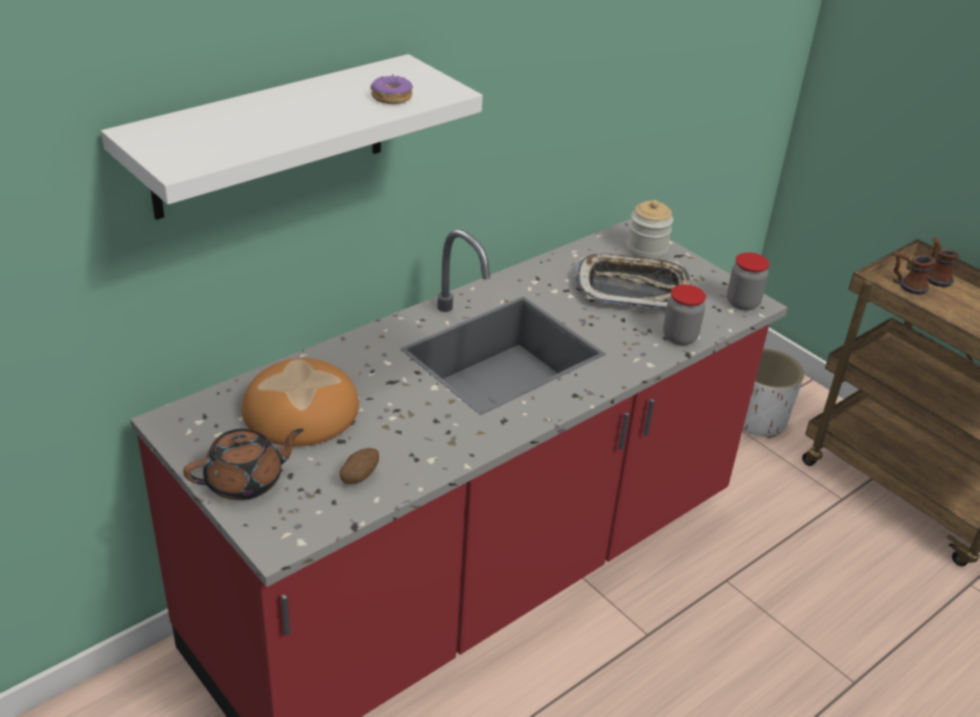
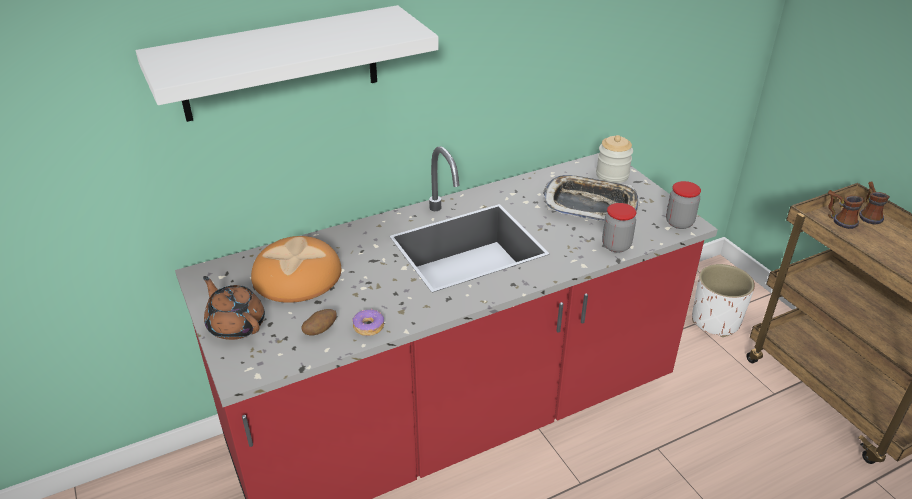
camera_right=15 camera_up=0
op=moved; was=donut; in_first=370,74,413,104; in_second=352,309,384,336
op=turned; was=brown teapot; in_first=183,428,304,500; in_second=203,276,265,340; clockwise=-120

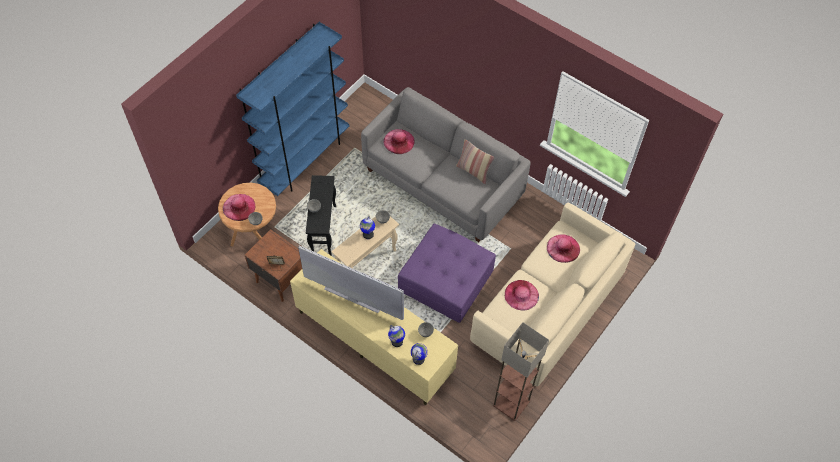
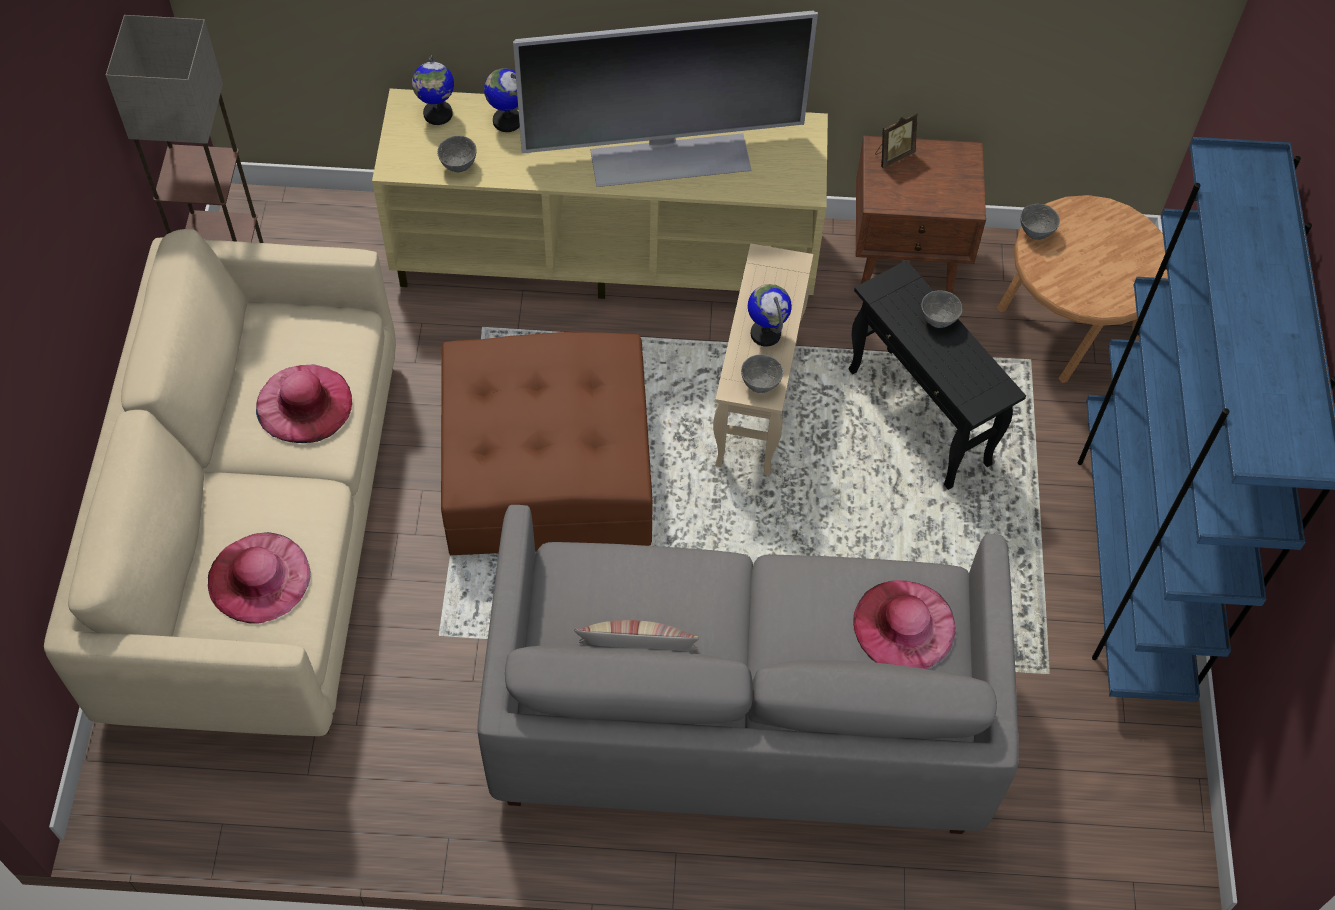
camera_right=145 camera_up=0
op=removed; was=pink hat; in_first=223,194,255,221
op=recoloured; was=purple ottoman; now=brown ottoman; in_first=398,223,496,323; in_second=441,332,653,555

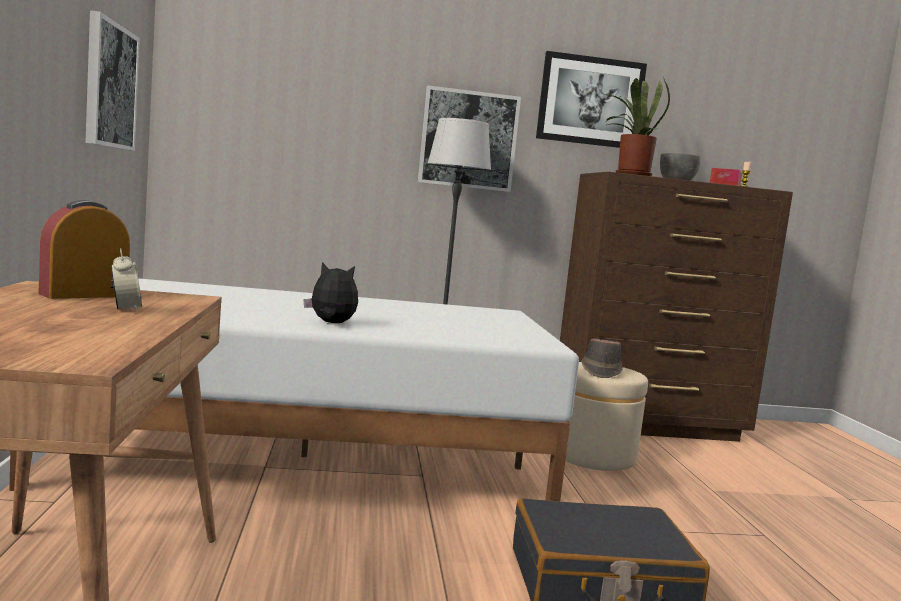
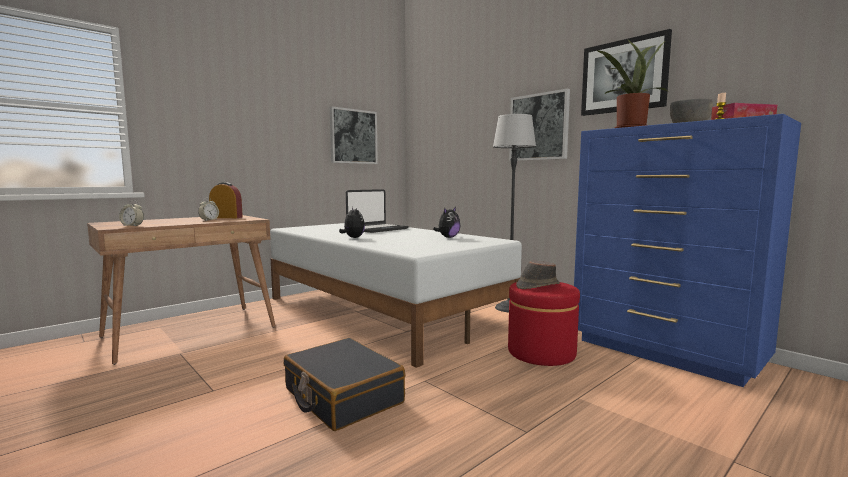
camera_right=55 camera_up=0
op=added; now=alarm clock; in_second=119,200,144,227
op=added; now=laptop; in_second=346,189,409,233
op=added; now=plush toy; in_second=433,207,460,238
op=recoloured; was=brown dresser; now=blue dresser; in_first=560,172,793,442; in_second=574,114,801,387
op=recoloured; was=beige ottoman; now=red ottoman; in_first=566,362,648,471; in_second=508,282,580,366

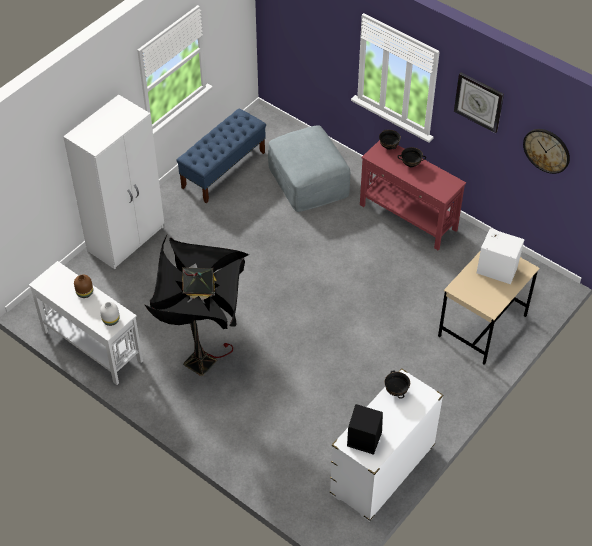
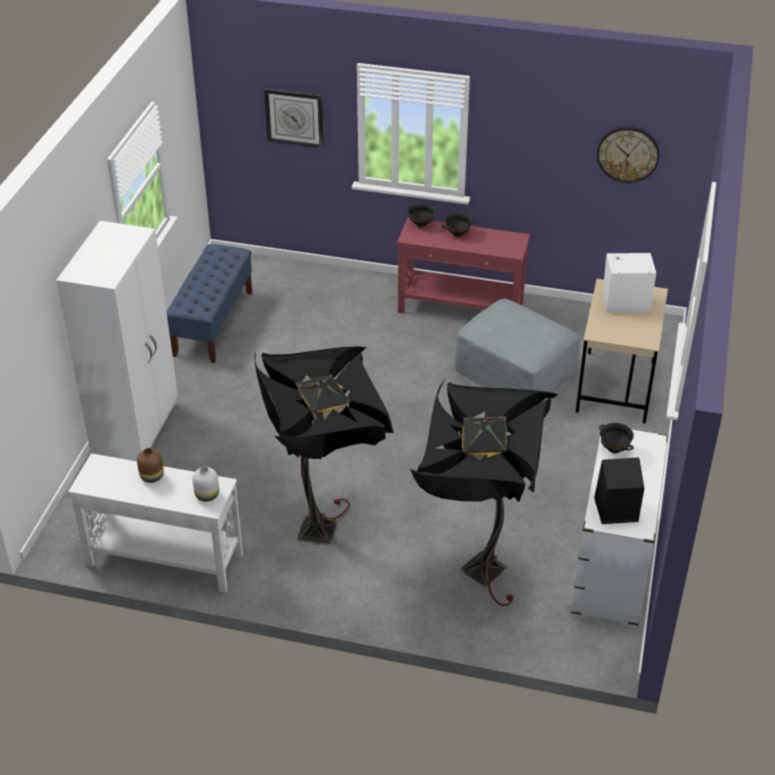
camera_right=-25 camera_up=-10
op=added; now=black floor lamp; in_second=410,380,559,606
op=moved; was=grey ottoman; in_first=268,125,350,212; in_second=455,298,580,402
op=moved; was=wall clock; in_first=454,72,504,133; in_second=264,88,324,149

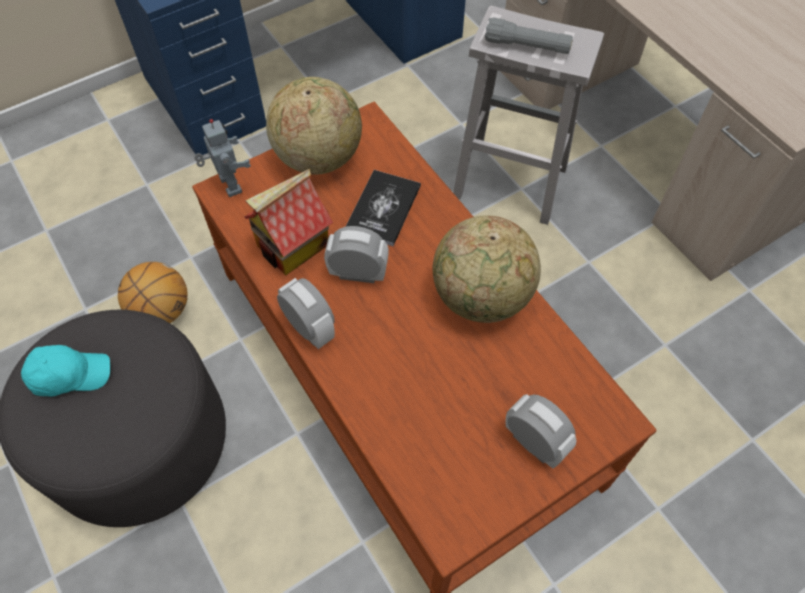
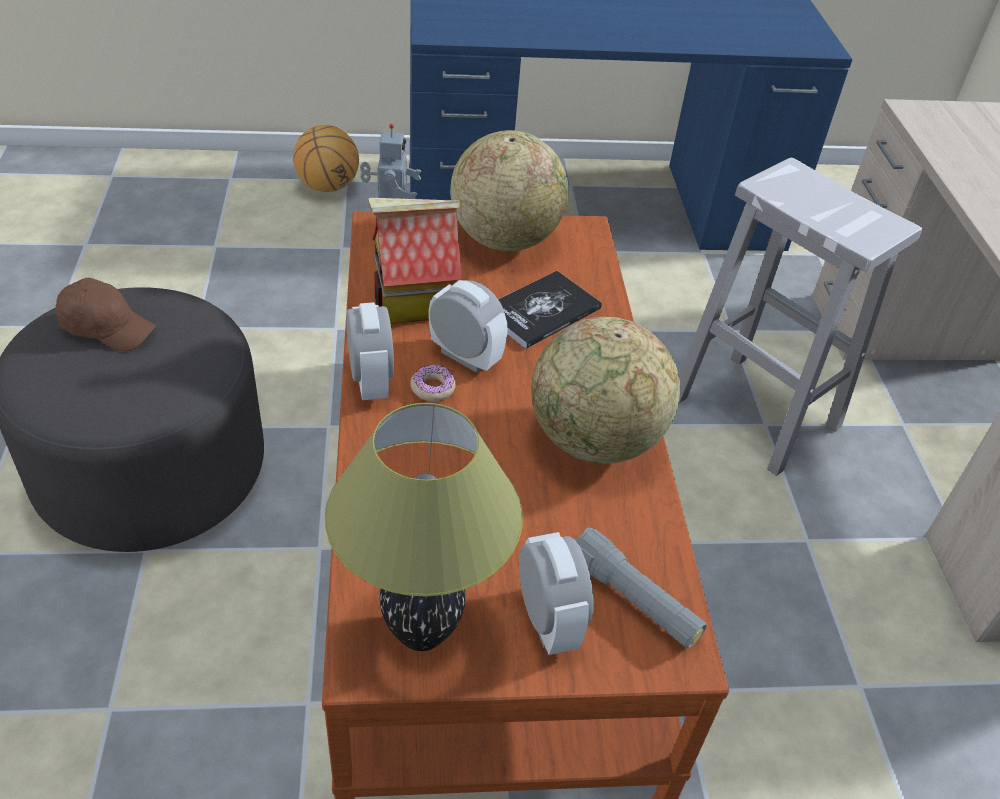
camera_right=25 camera_up=-15
op=added; now=table lamp; in_second=325,403,523,651
op=added; now=donut; in_second=410,364,456,401
op=moved; was=basketball; in_first=118,262,188,323; in_second=293,125,359,192
op=moved; was=grey flashlight; in_first=485,17,573,54; in_second=575,528,707,648
op=recoloured; was=turquoise cap; now=brown cap; in_first=21,345,110,397; in_second=55,278,156,351

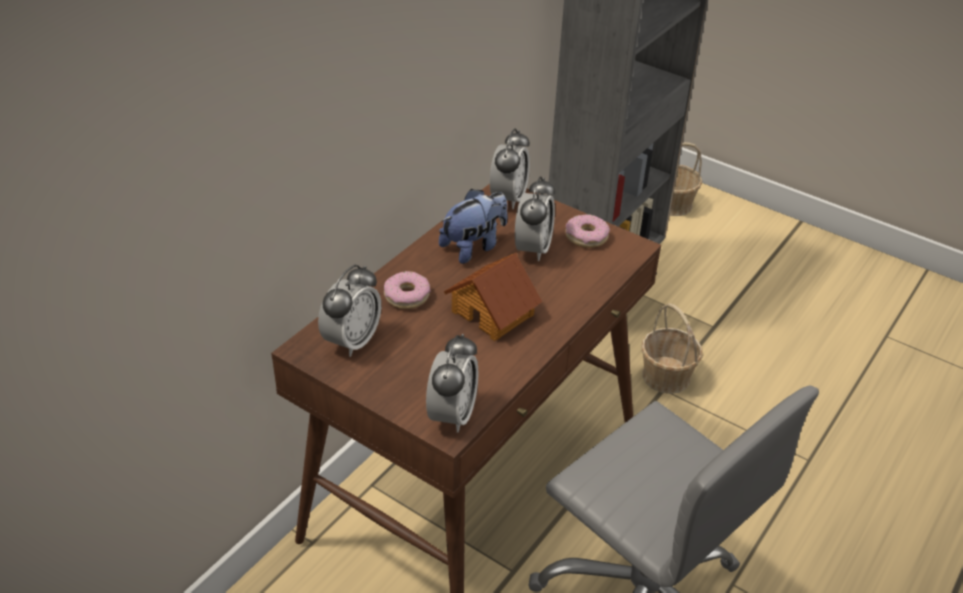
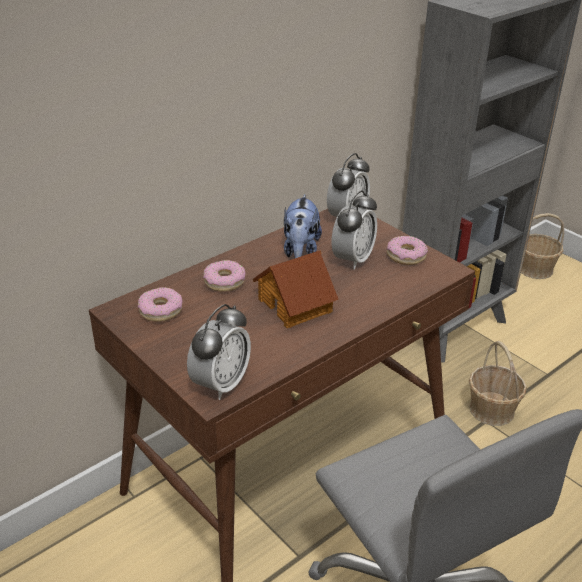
camera_right=15 camera_up=-5
op=replaced; was=alarm clock; now=donut; in_first=318,265,381,357; in_second=138,287,182,322
op=turned; was=plush toy; in_first=439,189,507,264; in_second=284,194,322,258; clockwise=120

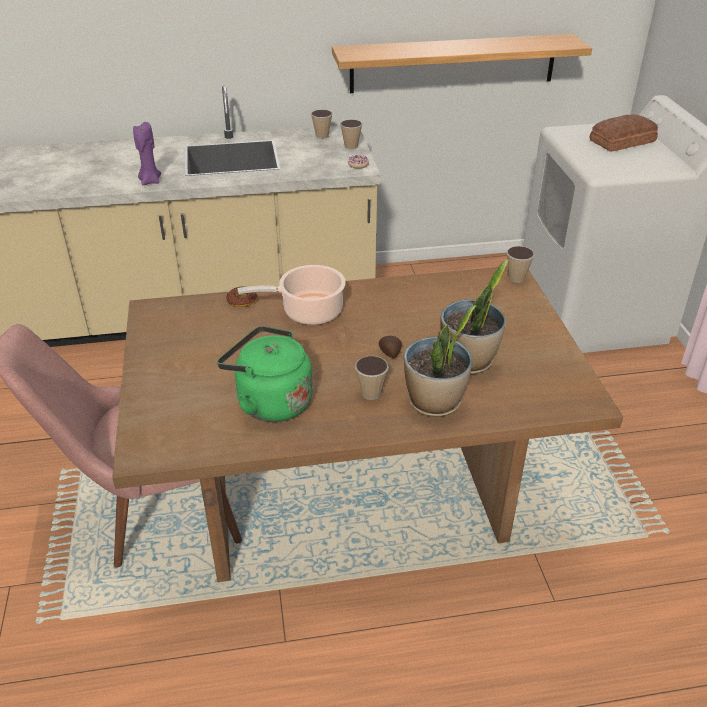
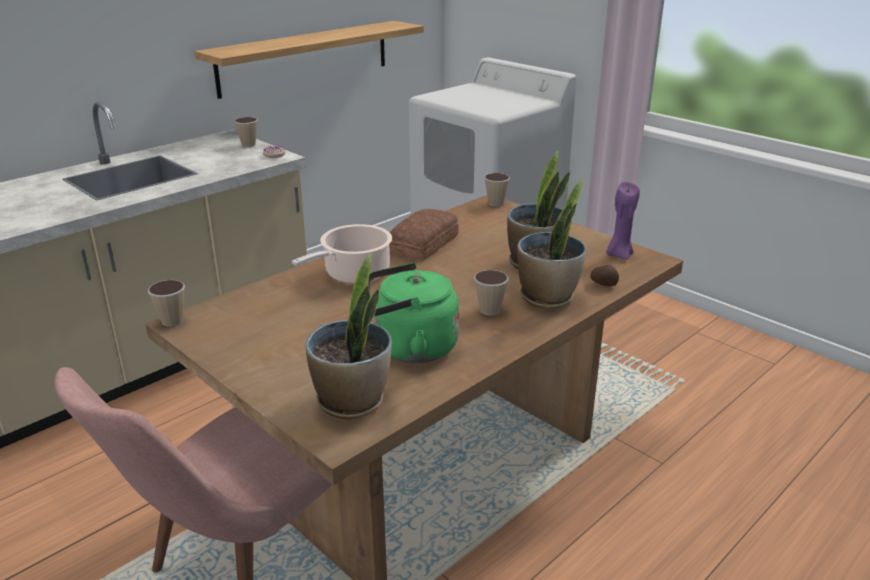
camera_right=-35 camera_up=-10
op=removed; was=donut; in_first=226,286,257,307
op=added; now=potted plant; in_second=306,253,392,419
op=moved; was=purple candle; in_first=133,122,161,185; in_second=606,182,640,260
op=moved; was=cup; in_first=311,110,332,139; in_second=148,280,185,327
op=moved; was=potato; in_first=379,336,402,358; in_second=590,265,619,286
op=moved; was=bread; in_first=589,115,658,152; in_second=389,209,459,261

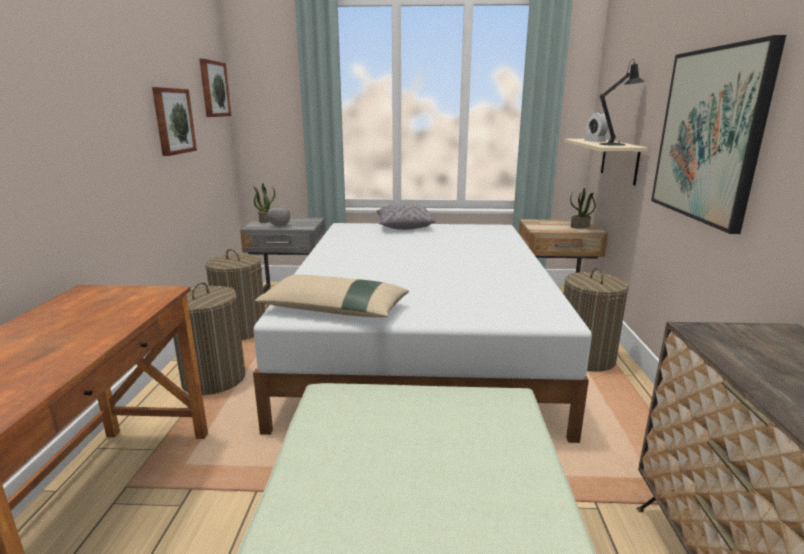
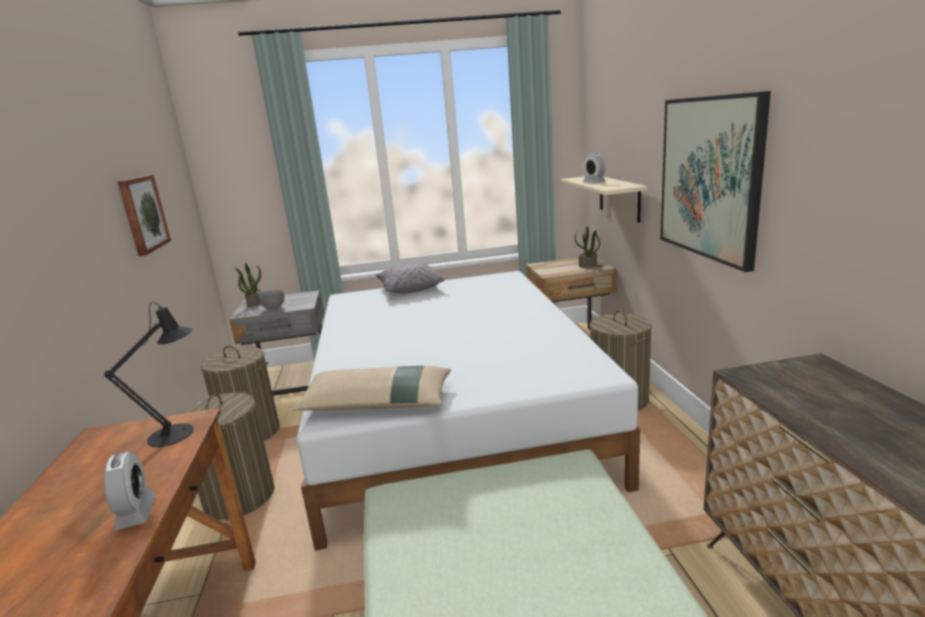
camera_right=-10 camera_up=0
op=removed; was=picture; in_first=199,59,231,117
op=added; now=alarm clock; in_second=104,451,156,531
op=moved; was=black table lamp; in_first=600,59,645,146; in_second=104,302,194,447

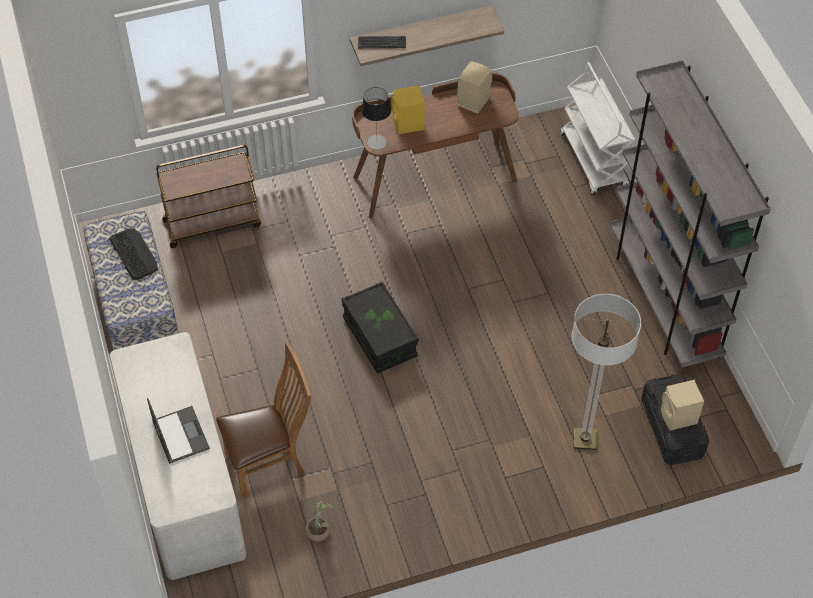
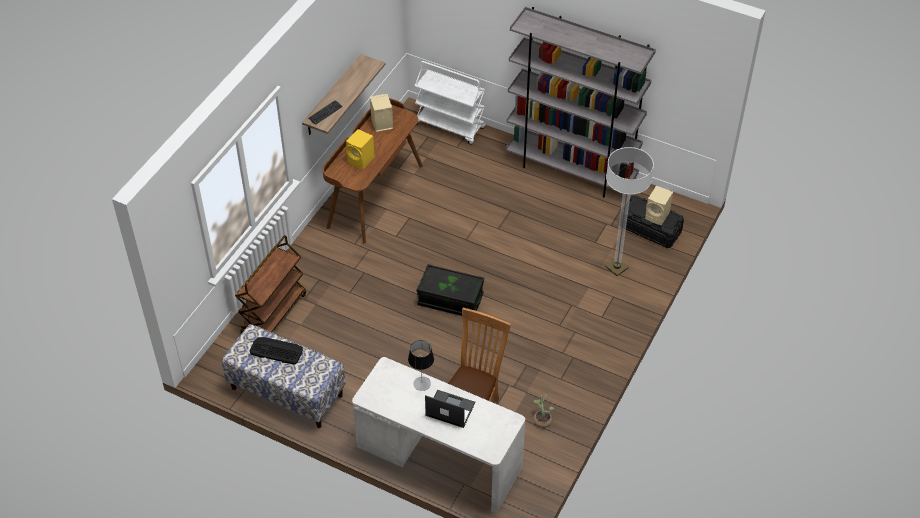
camera_right=-45 camera_up=-5
op=moved; was=table lamp; in_first=361,87,391,150; in_second=408,340,434,391

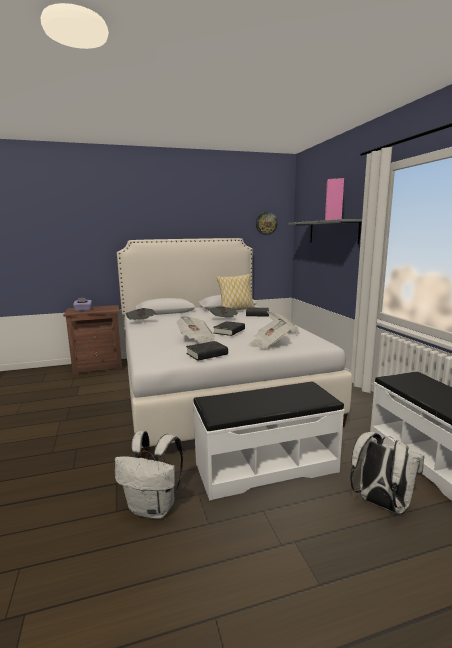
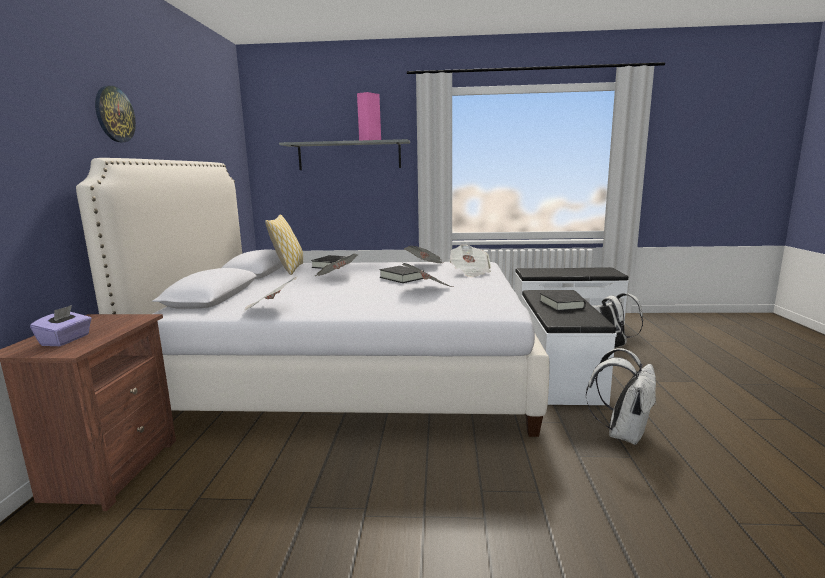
camera_right=-70 camera_up=0
op=moved; was=black book; in_first=186,341,228,361; in_second=540,291,586,311
op=moved; was=wall clock; in_first=256,212,278,235; in_second=95,86,136,142

